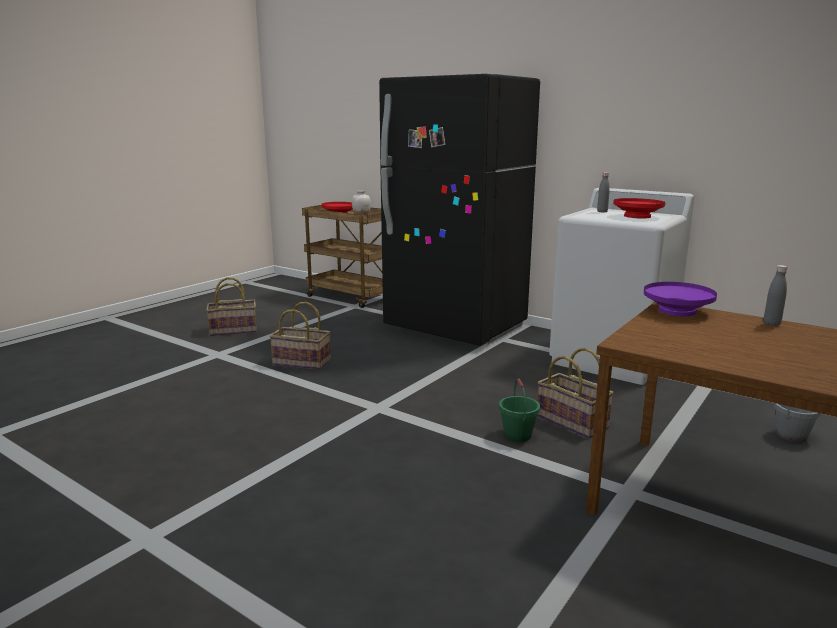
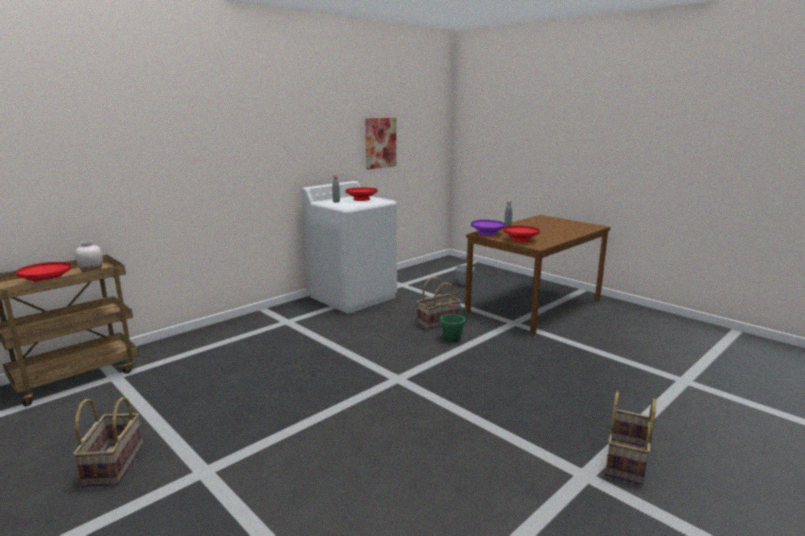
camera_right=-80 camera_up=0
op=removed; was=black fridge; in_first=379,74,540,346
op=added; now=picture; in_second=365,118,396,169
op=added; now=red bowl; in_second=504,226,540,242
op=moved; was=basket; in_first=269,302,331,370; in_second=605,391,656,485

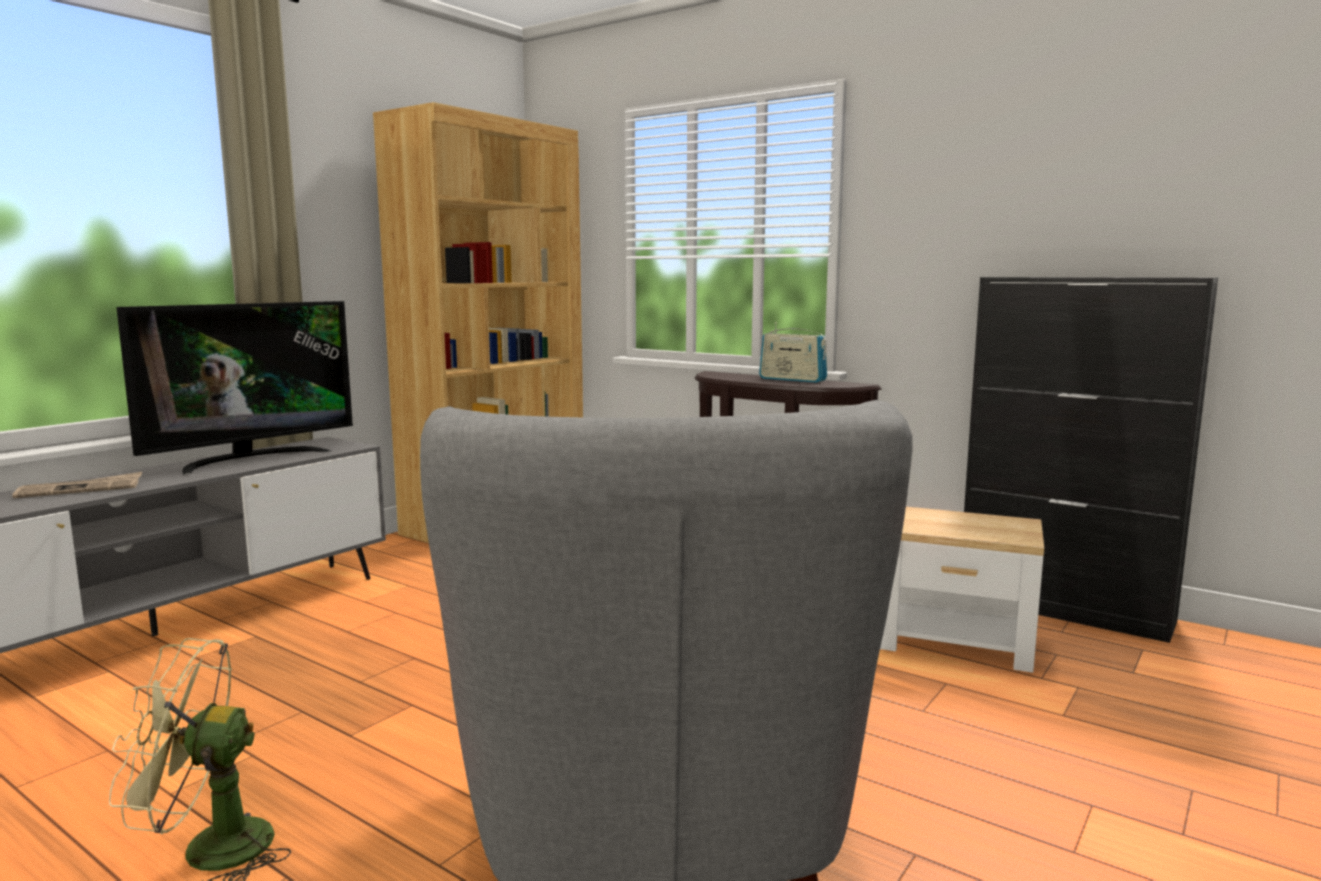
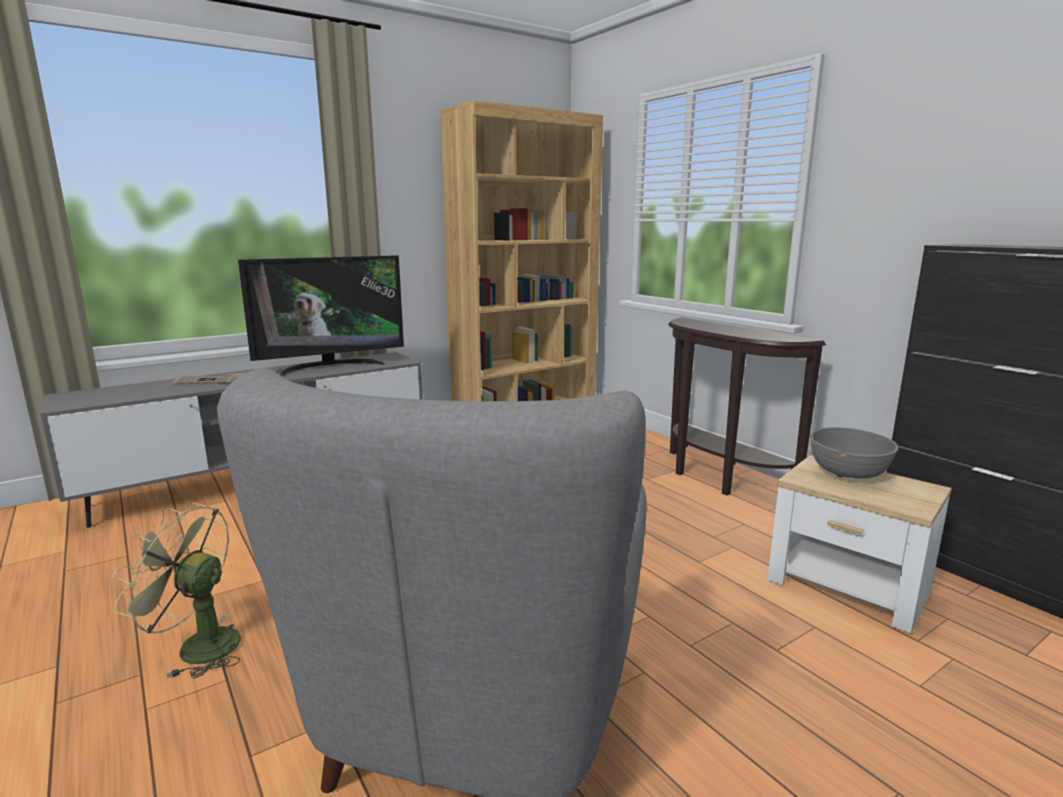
camera_right=20 camera_up=5
op=removed; was=radio; in_first=759,322,827,383
op=added; now=grey bowl; in_second=811,427,899,479

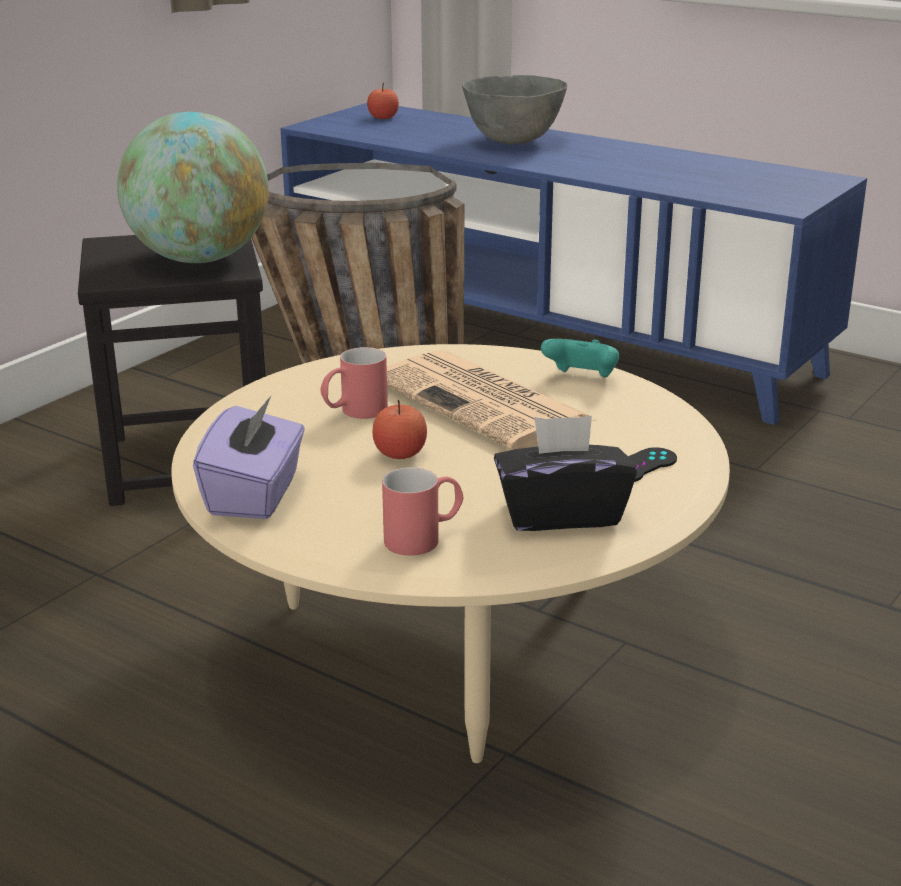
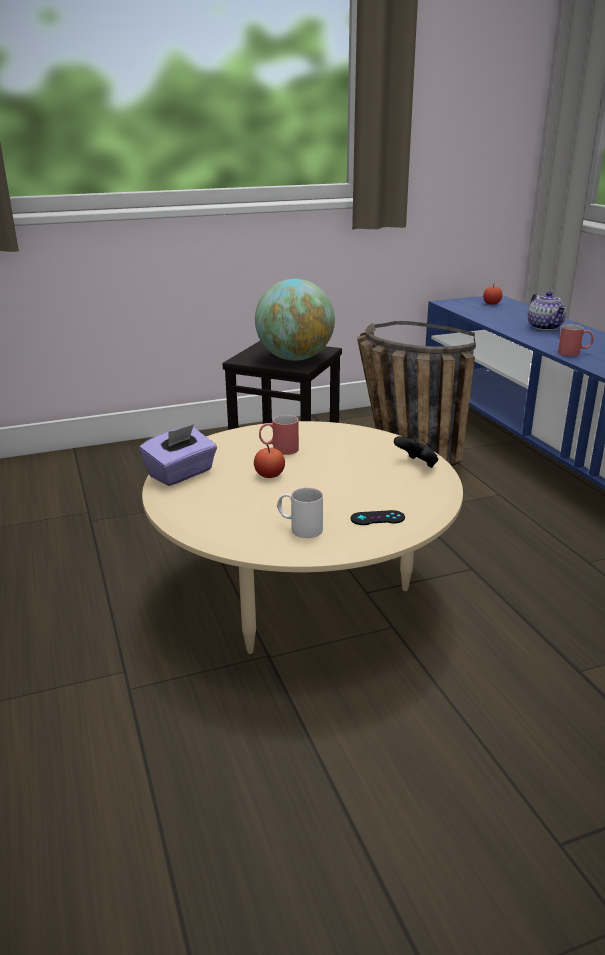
camera_right=35 camera_up=0
op=removed; was=newspaper; in_first=387,350,596,450
op=moved; was=red mug; in_first=382,467,464,556; in_second=558,325,594,356
op=replaced; was=grey bowl; now=teapot; in_first=462,75,567,144; in_second=528,291,566,331
op=replaced; was=black tissue box; now=white mug; in_first=494,416,637,531; in_second=277,488,323,538
op=recoloured; was=turquoise game controller; now=black game controller; in_first=541,339,619,378; in_second=394,436,438,468

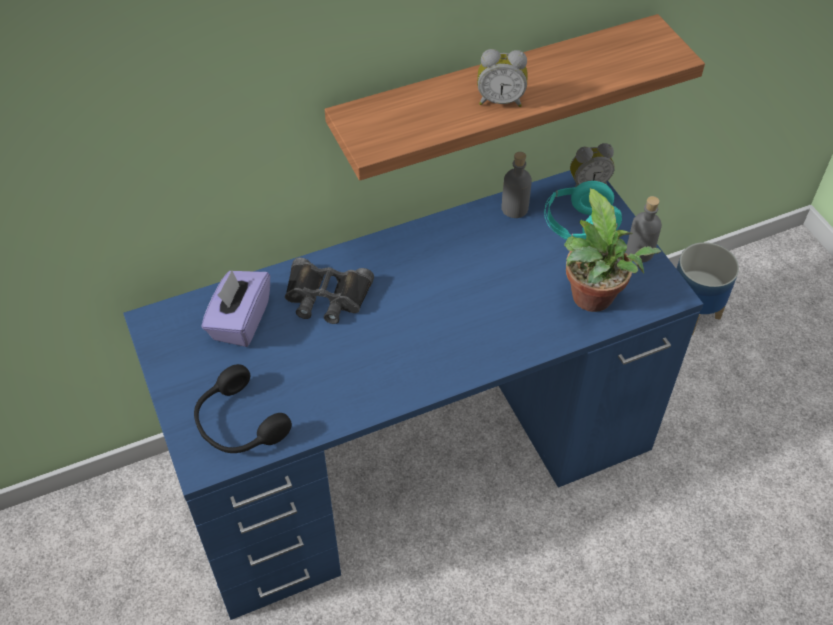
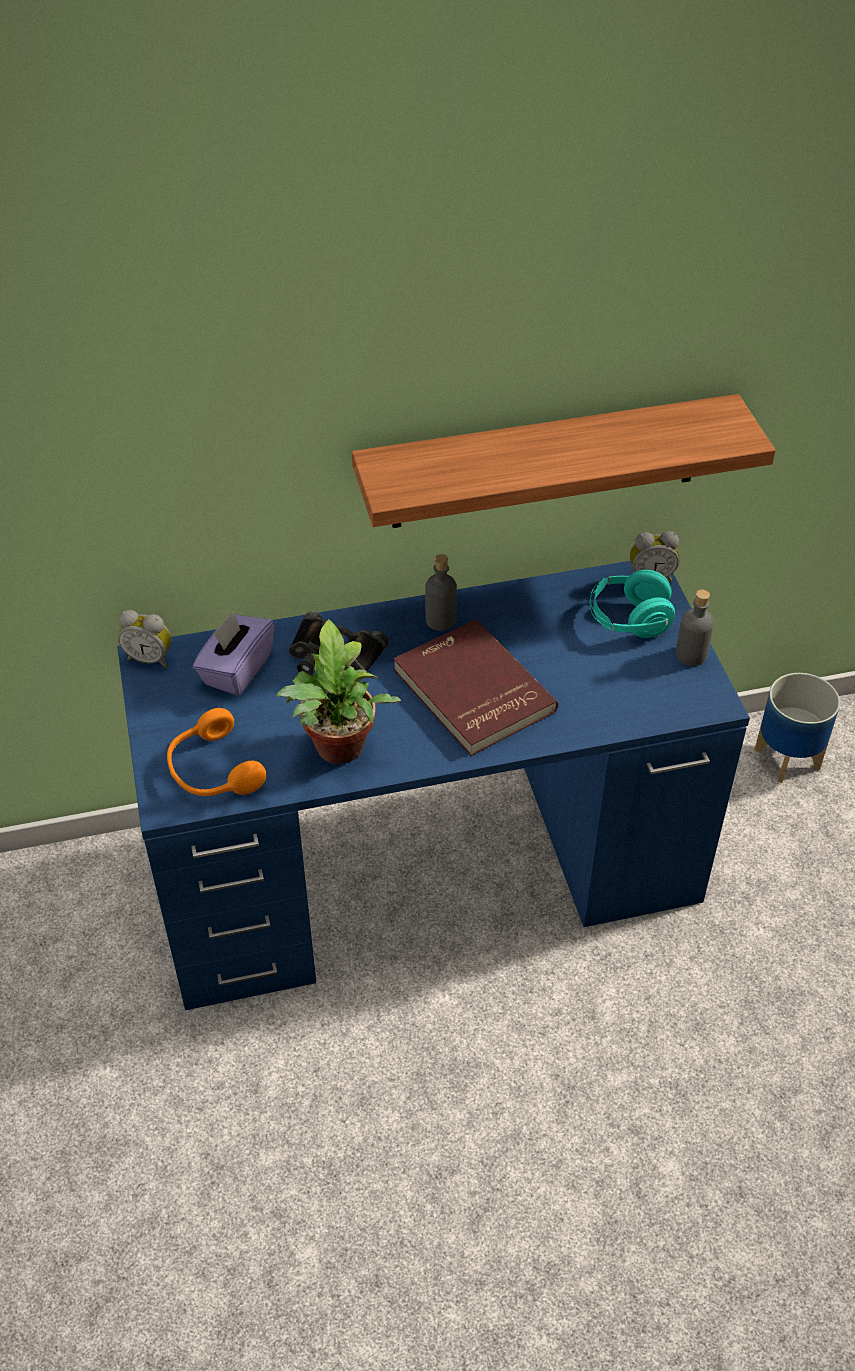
camera_right=10 camera_up=-5
op=added; now=red book; in_second=393,619,558,756
op=moved; was=alarm clock; in_first=477,49,527,107; in_second=118,610,171,668
op=moved; was=grey bottle; in_first=502,152,532,218; in_second=425,554,457,631
op=moved; was=potted plant; in_first=564,188,661,312; in_second=276,619,401,764
op=recoloured; was=black headphones; now=orange headphones; in_first=194,364,292,453; in_second=167,708,266,796

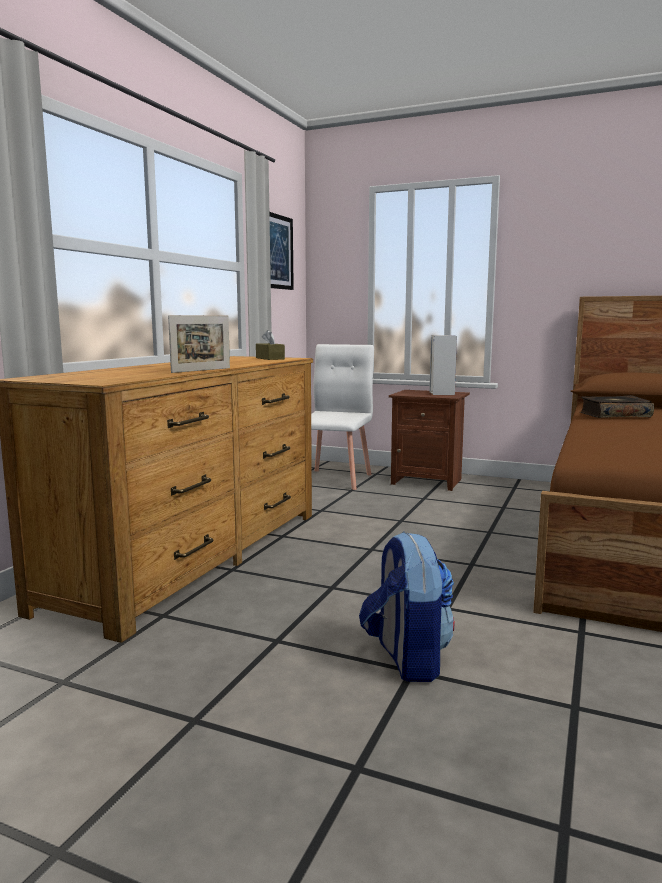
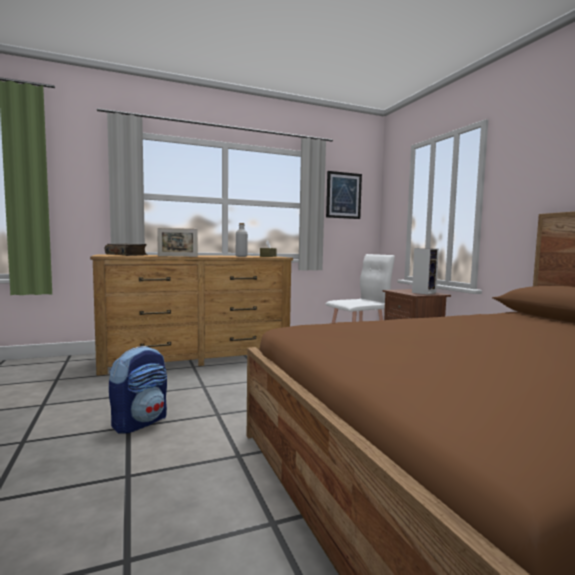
camera_right=45 camera_up=-5
op=added; now=grey bottle; in_second=236,223,248,257
op=moved; was=book; in_first=580,395,654,418; in_second=105,244,148,256

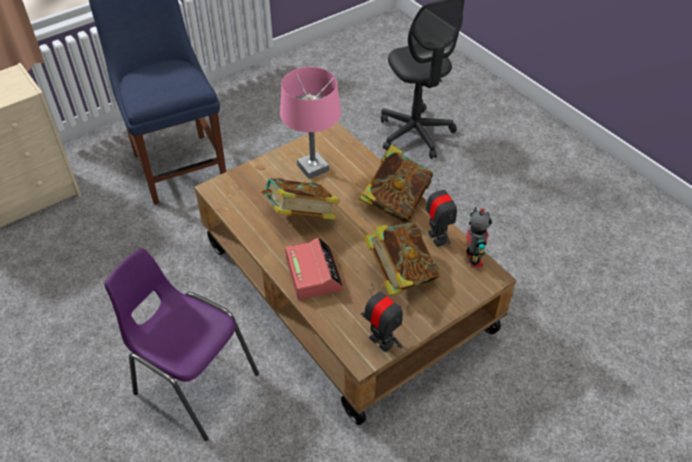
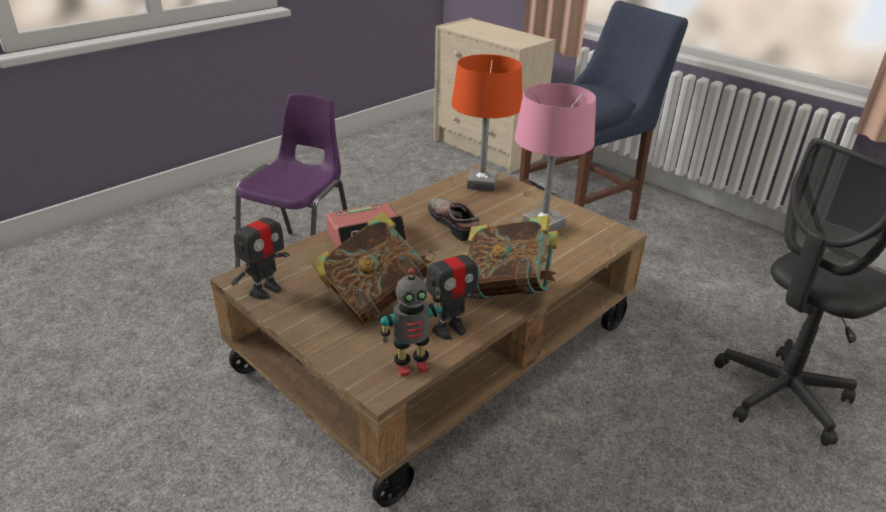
camera_right=80 camera_up=-15
op=added; now=orange table lamp; in_second=451,54,522,191
op=replaced; was=book; now=shoe; in_first=261,178,340,220; in_second=428,198,480,241

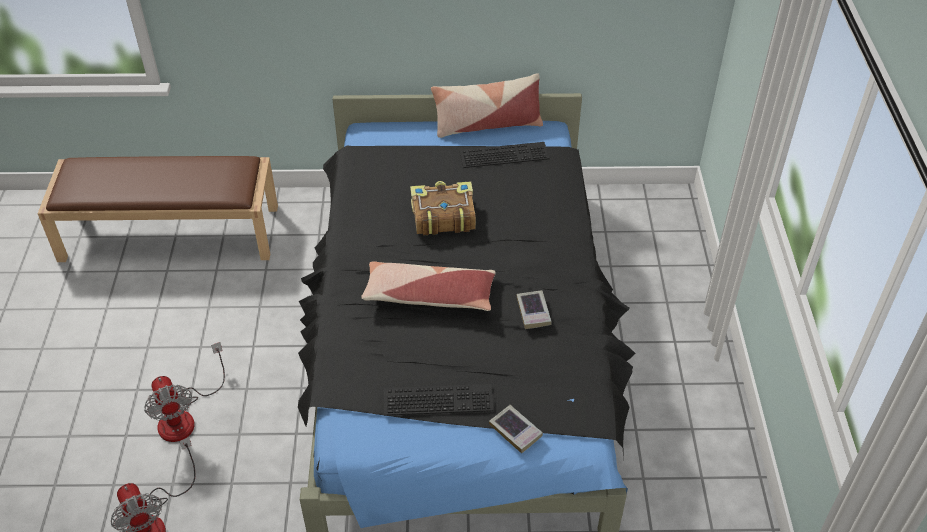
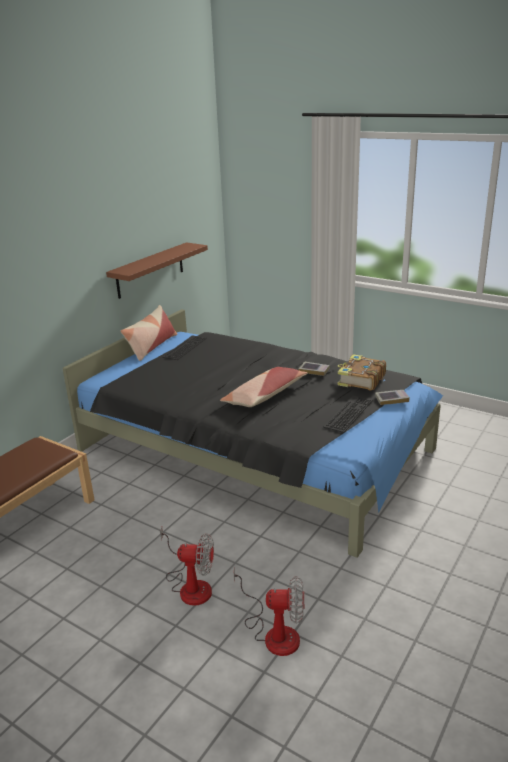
camera_right=-55 camera_up=-20
op=added; now=brown shelf; in_second=106,242,208,299
op=moved; was=book; in_first=410,181,476,236; in_second=338,354,386,391

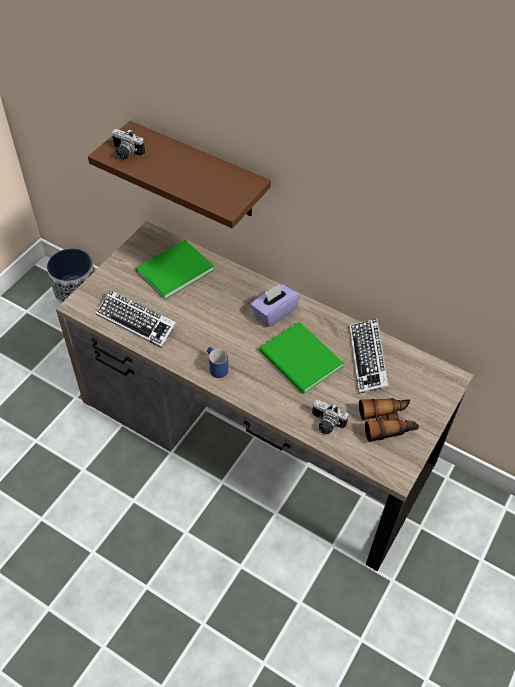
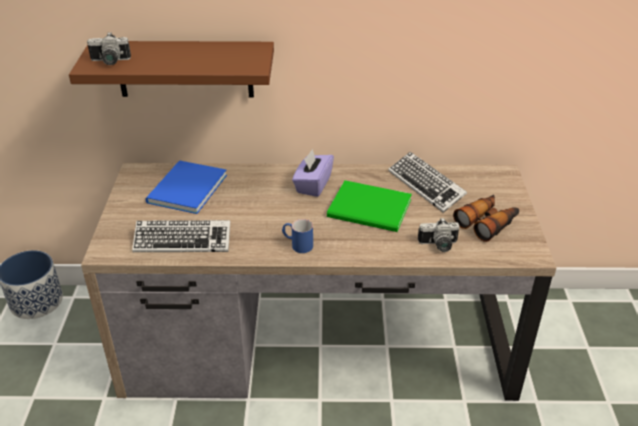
camera_right=-30 camera_up=-15
op=recoloured; was=green book; now=blue book; in_first=135,240,214,300; in_second=145,160,227,214

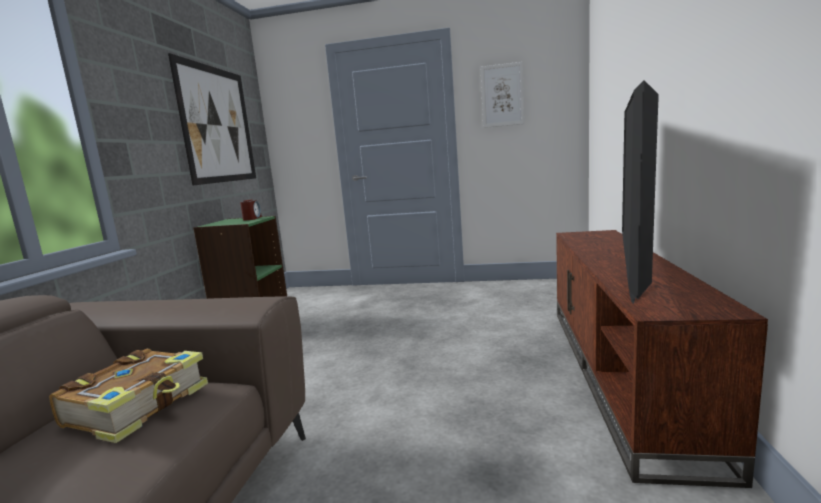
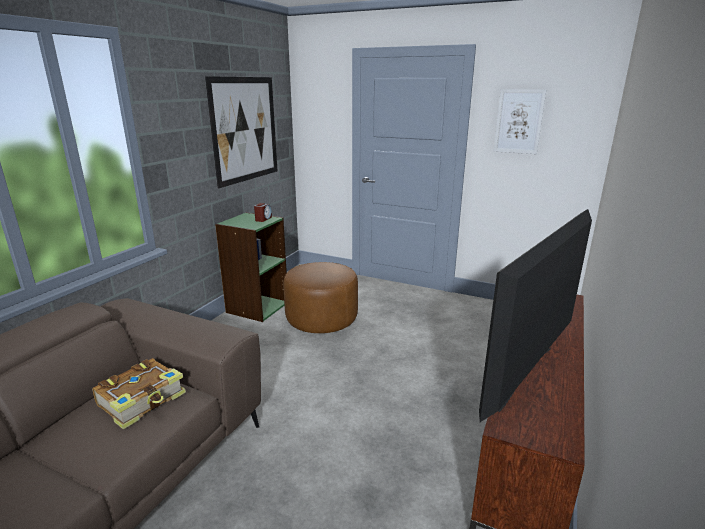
camera_right=15 camera_up=10
op=added; now=brown ottoman; in_second=283,262,358,333

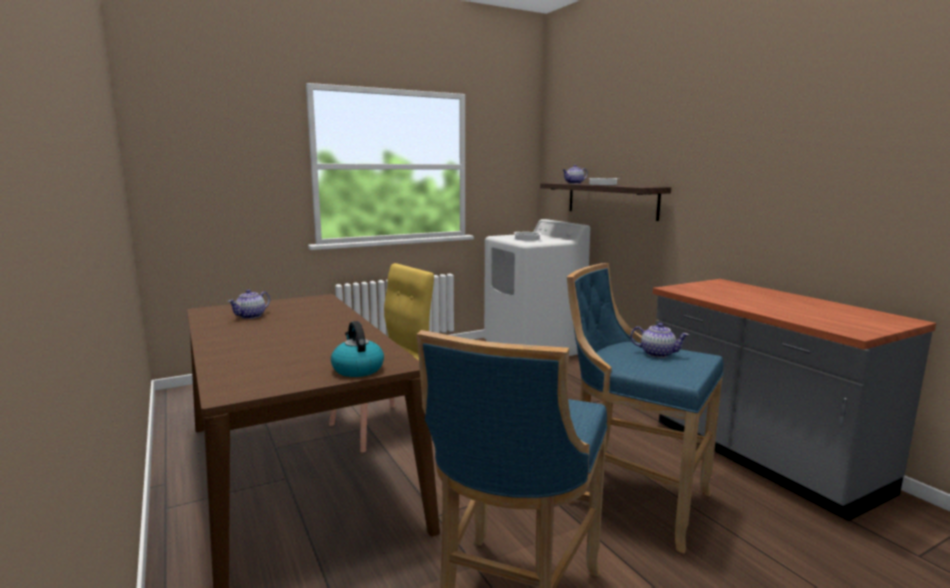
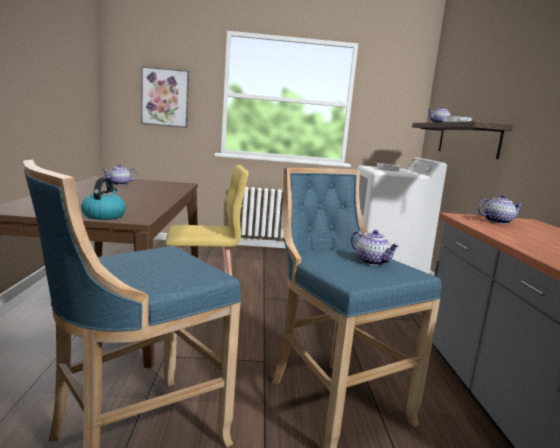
camera_right=25 camera_up=0
op=added; now=picture; in_second=141,66,189,128
op=added; now=teapot; in_second=478,195,524,224

